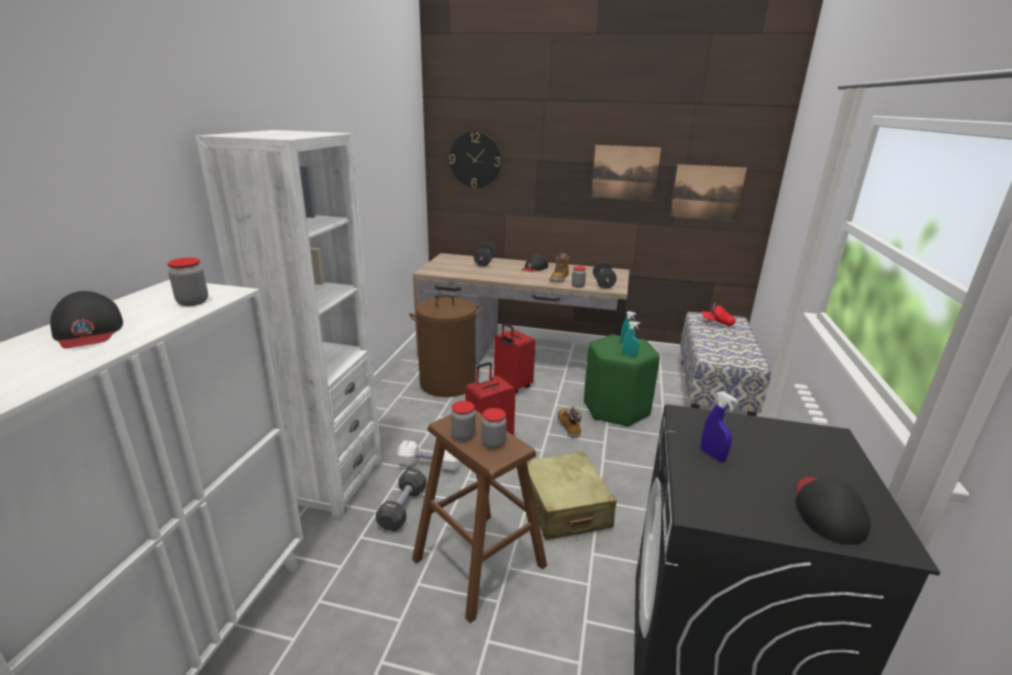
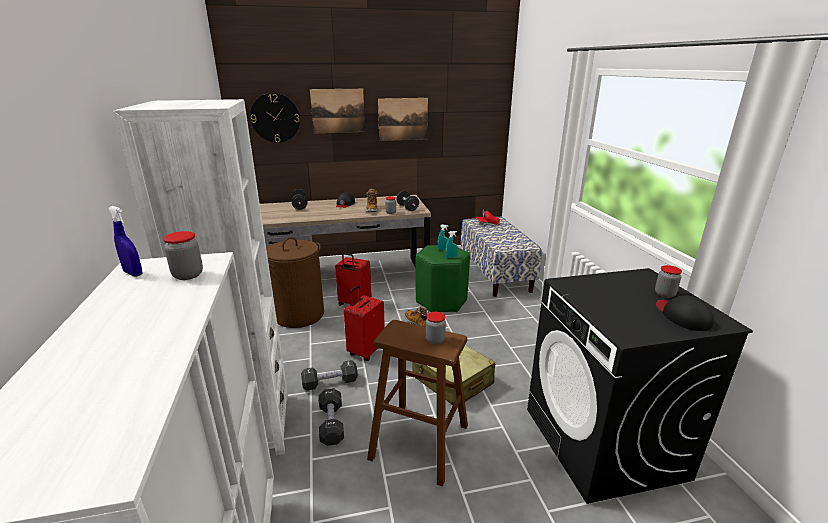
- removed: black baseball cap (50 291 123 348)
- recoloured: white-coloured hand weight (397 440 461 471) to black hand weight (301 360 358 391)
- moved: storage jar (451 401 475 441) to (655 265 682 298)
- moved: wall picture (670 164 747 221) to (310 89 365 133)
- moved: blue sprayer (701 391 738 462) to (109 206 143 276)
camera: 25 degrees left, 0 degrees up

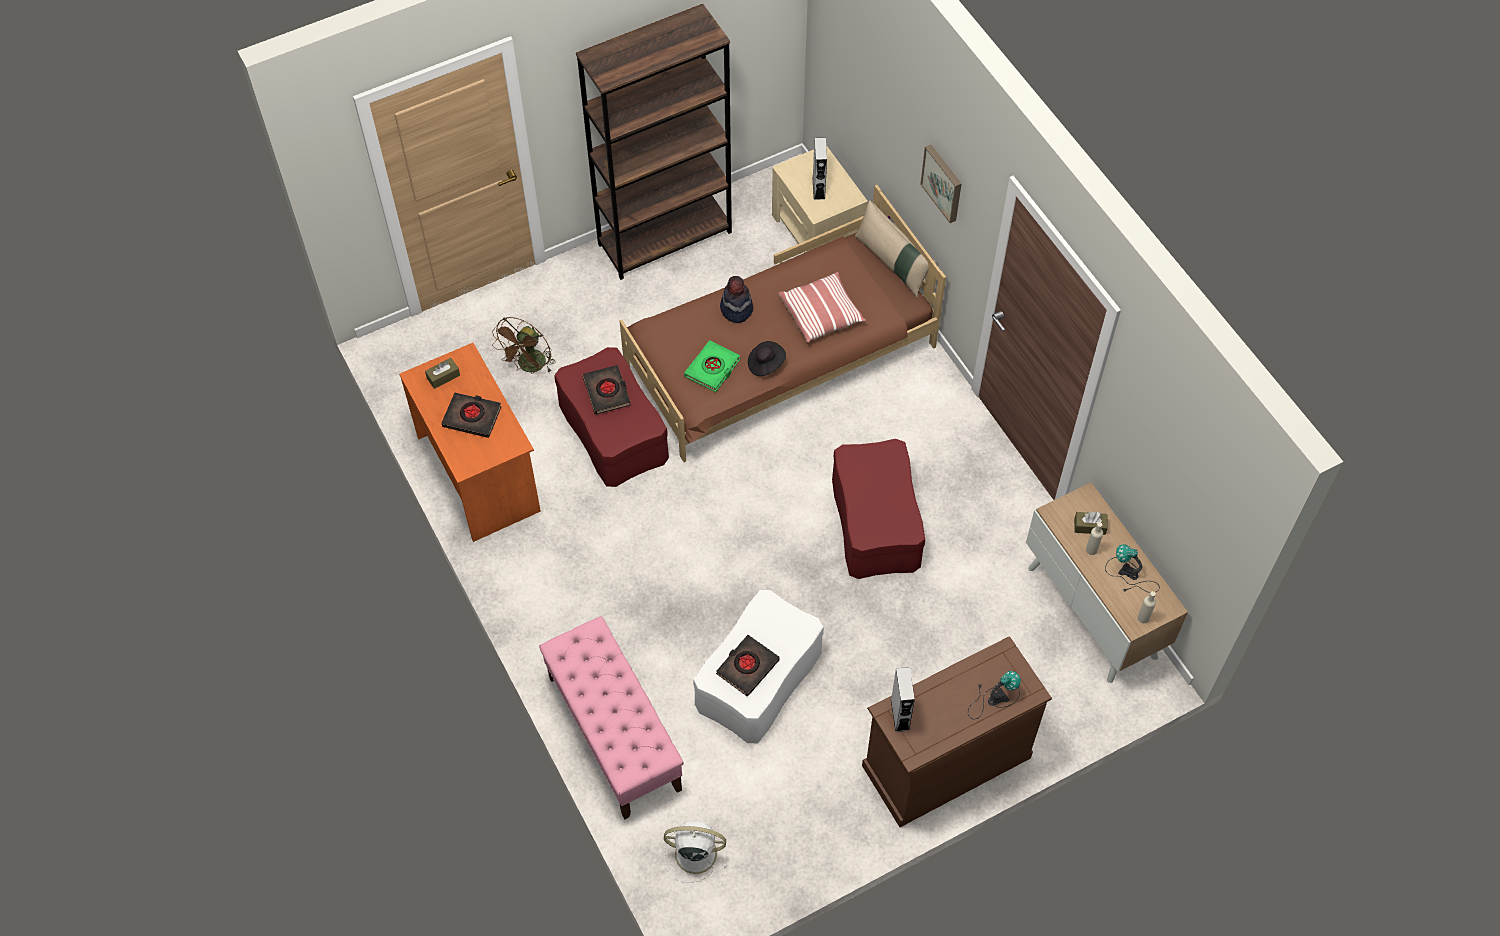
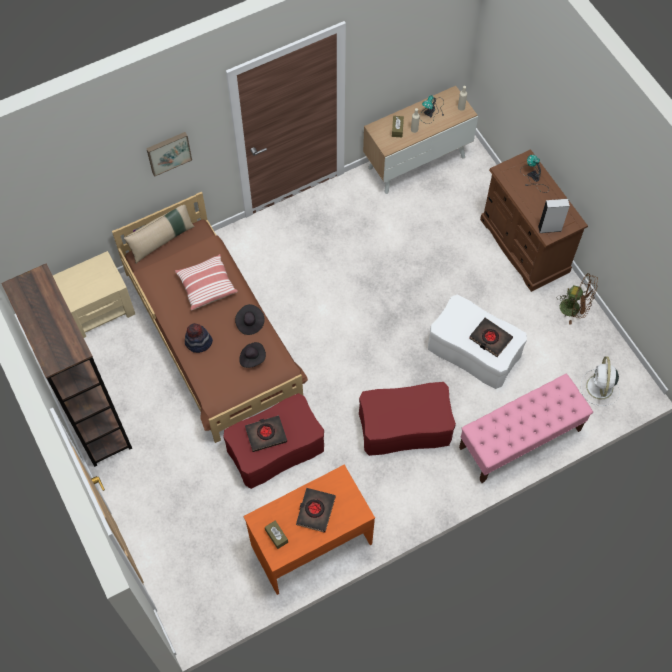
- moved: brown cooling fan (492 317 556 374) to (557 273 598 325)
- replaced: green volume (684 340 740 392) to black hat (239 342 266 368)
- removed: grey audio speaker (812 138 827 200)
- moved: red-coloured pouffe (832 439 925 579) to (359 382 456 456)
camera: 90 degrees left, 5 degrees up

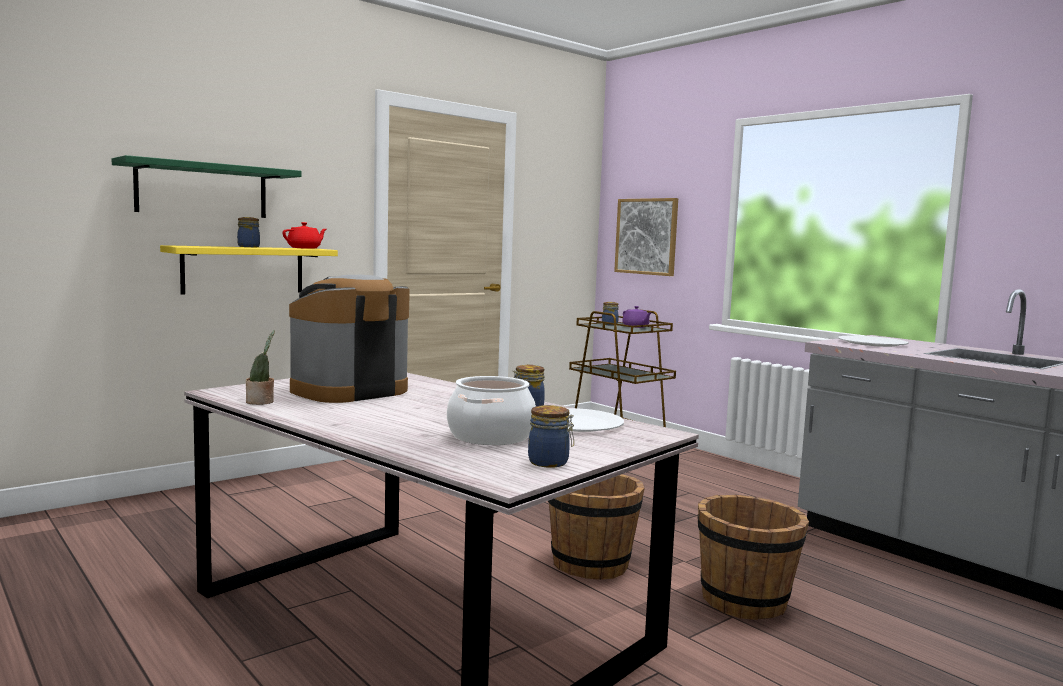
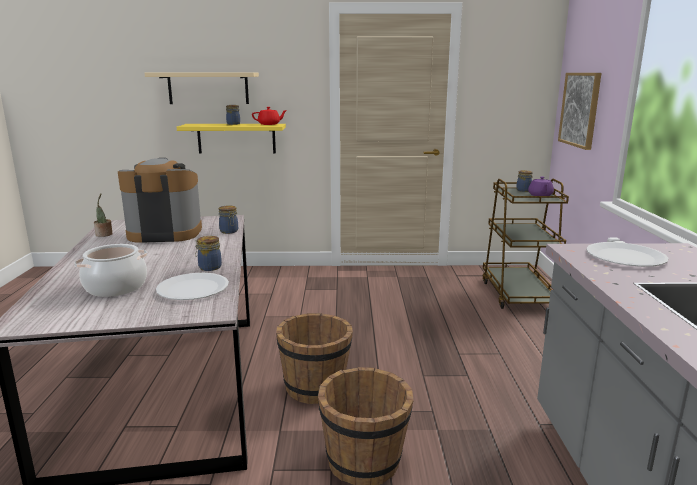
- recoloured: green shelf (112 155 301 218) to beige-coloured shelf (144 73 259 104)
- moved: storage jar (528 405 574 468) to (219 205 238 234)
camera: 40 degrees right, 10 degrees up

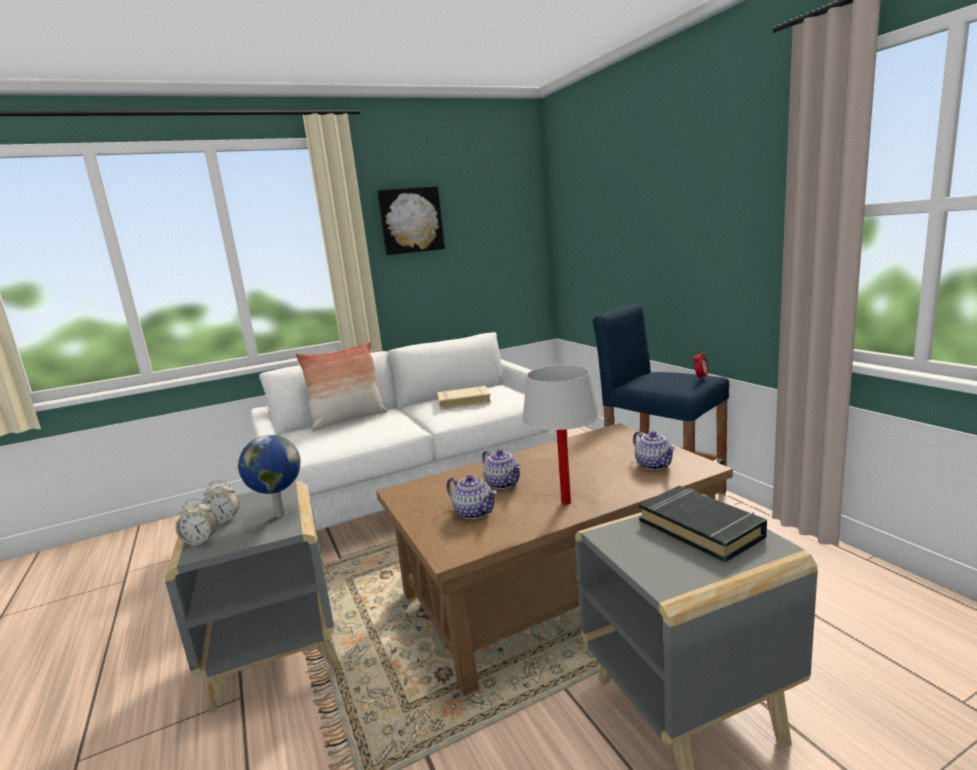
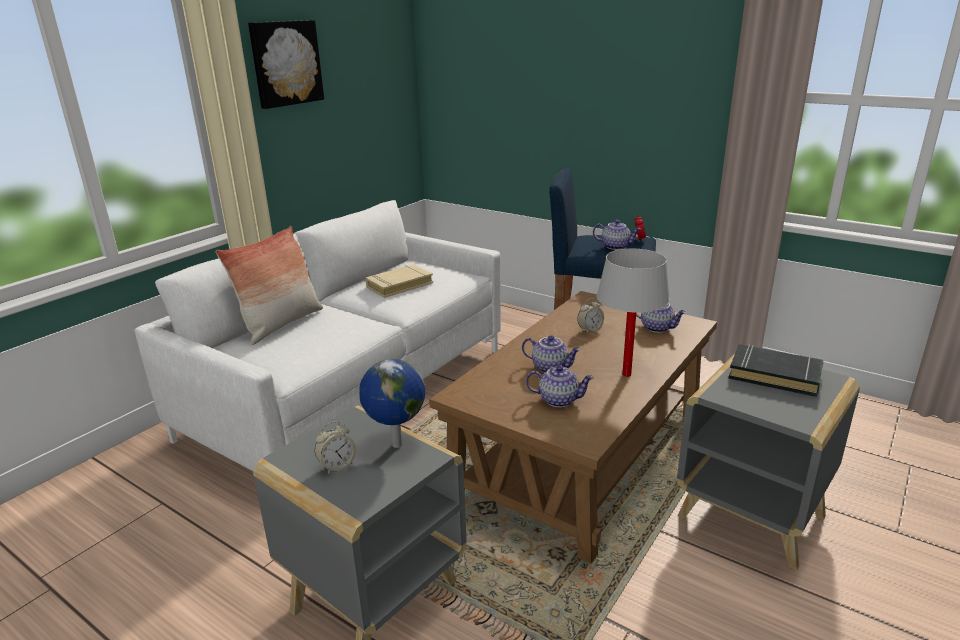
- moved: table clock (175 498 218 546) to (577 298 604 334)
- added: pot for tea (593 220 641 250)
camera: 30 degrees left, 10 degrees up

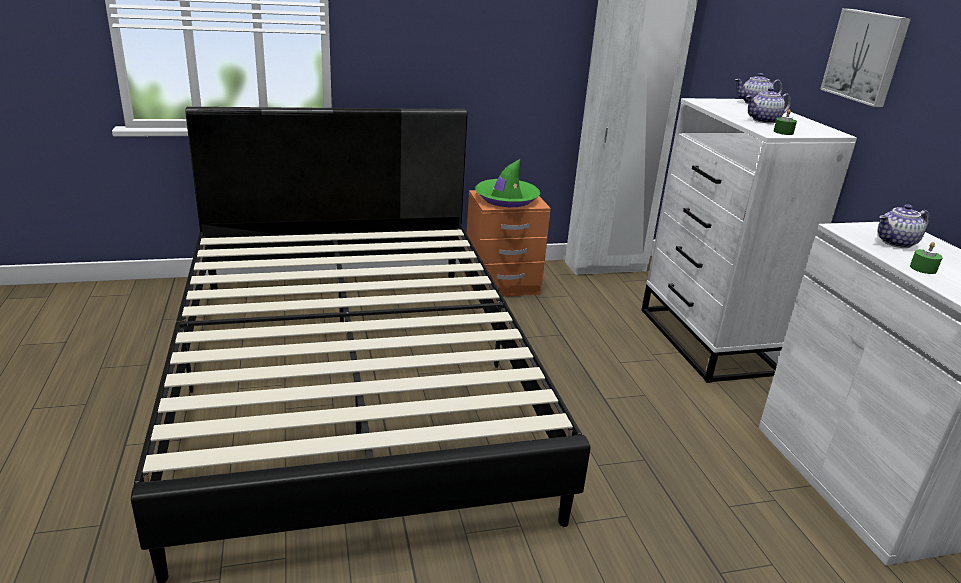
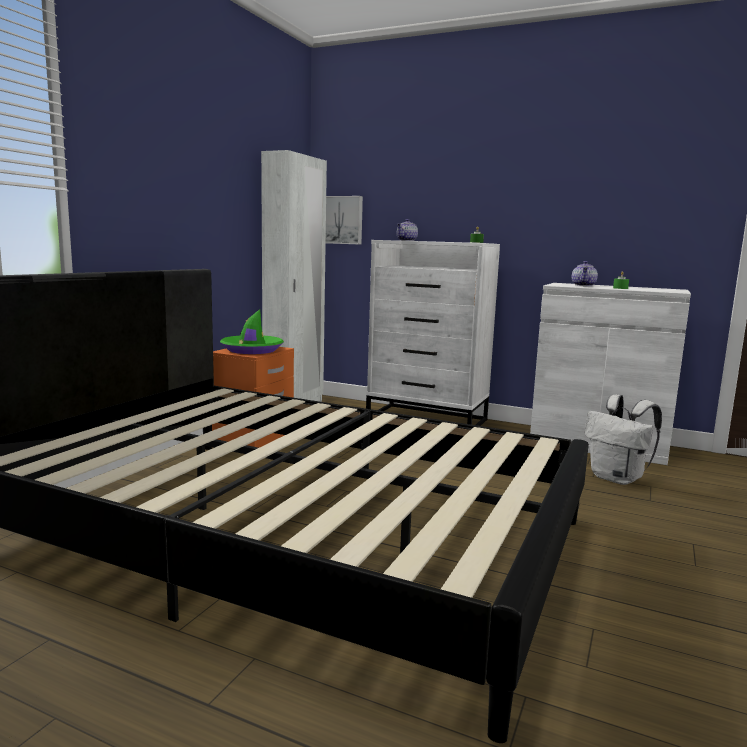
- removed: pot for tea (746 87 791 123)
- moved: wall picture (820 8 911 107) to (326 196 363 245)
- added: white-coloured rucksack (584 394 662 485)
camera: 50 degrees left, 15 degrees down

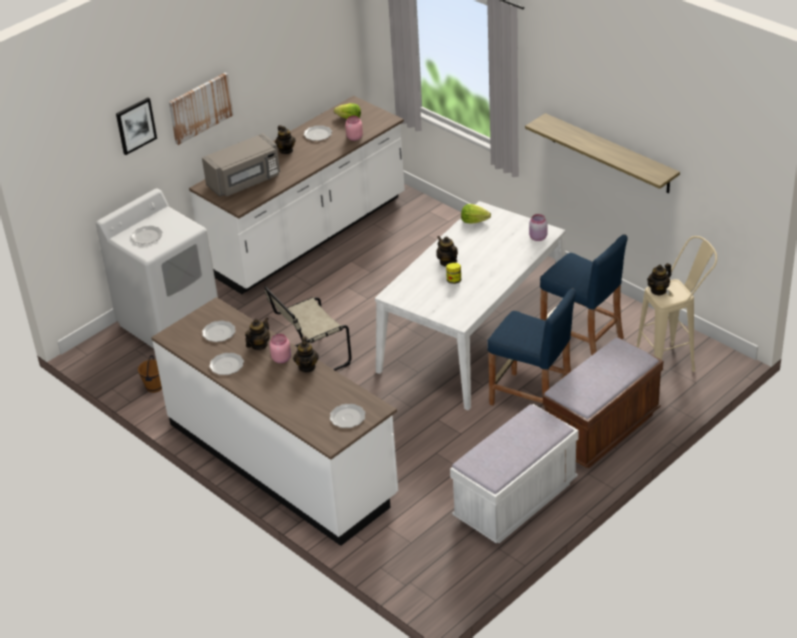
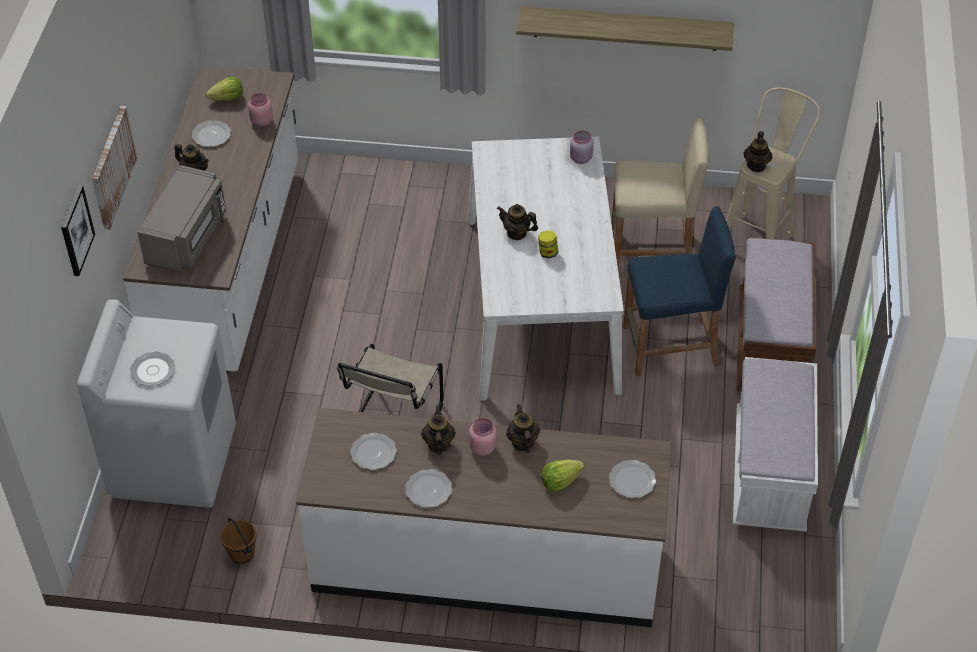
- turned: pot for tea (293 337 319 372) = (506 404 540 453) 150 degrees counterclockwise
- moved: lettuce (461 204 491 224) to (542 460 584 492)
- recoloured: blue stool seat (540 234 628 355) to beige-coloured stool seat (612 117 708 267)
camera: 40 degrees left, 10 degrees up

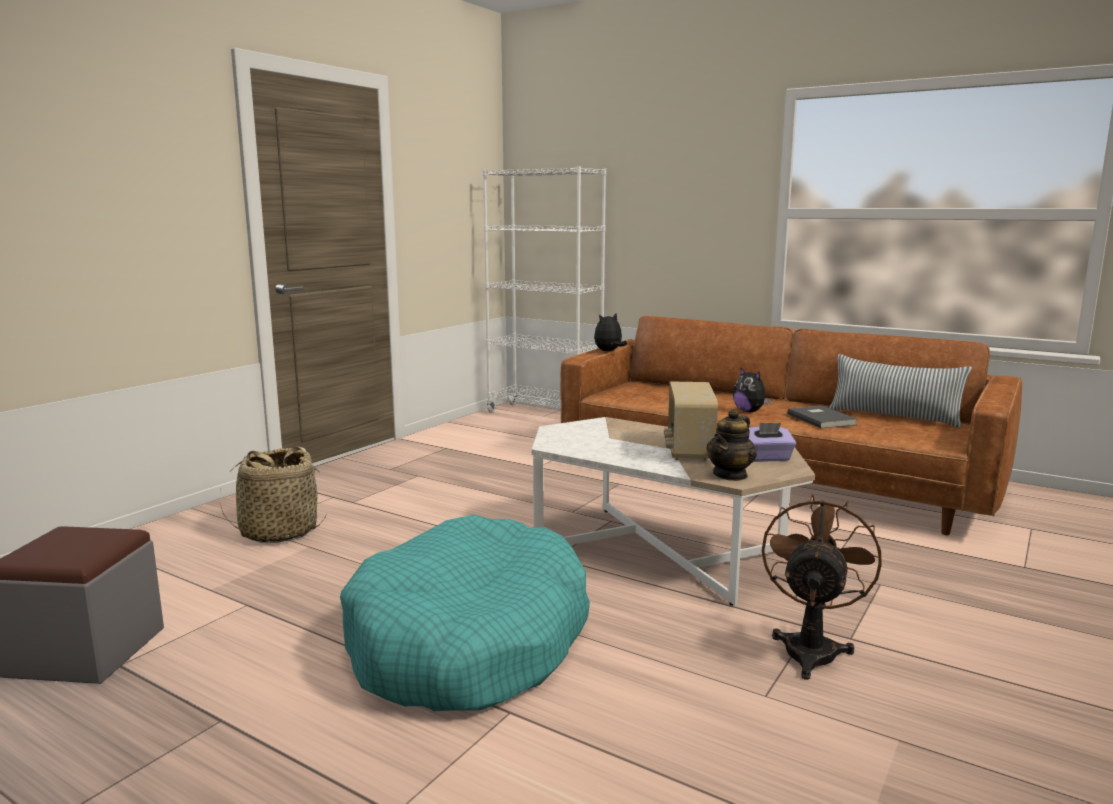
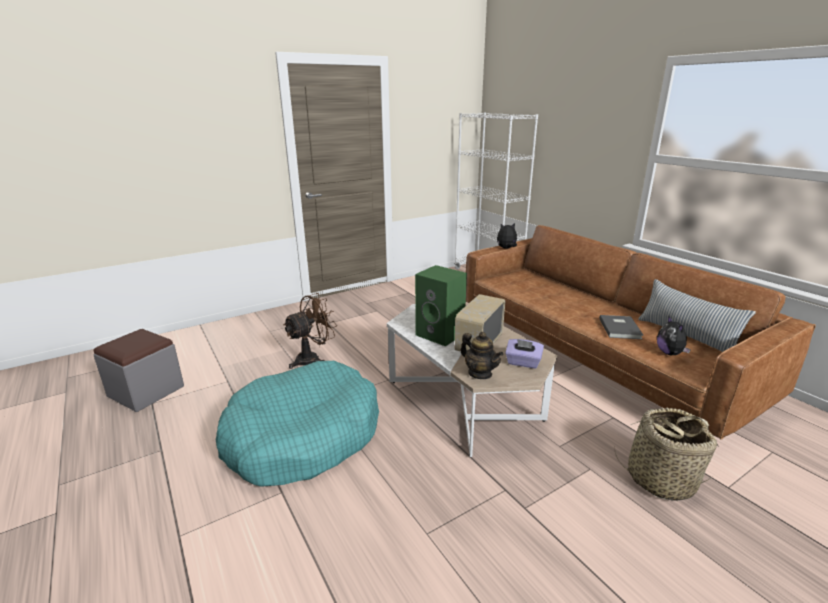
- moved: storage basket (220 446 327 543) to (614 408 719 501)
- turned: pot for tea (707 409 757 481) = (461 332 504 379) 105 degrees counterclockwise
- moved: cuddly toy (733 367 771 412) to (657 316 691 355)
- moved: brown cooling fan (762 494 882 680) to (283 293 337 369)
- added: green audio speaker (415 265 467 346)
camera: 25 degrees right, 10 degrees up

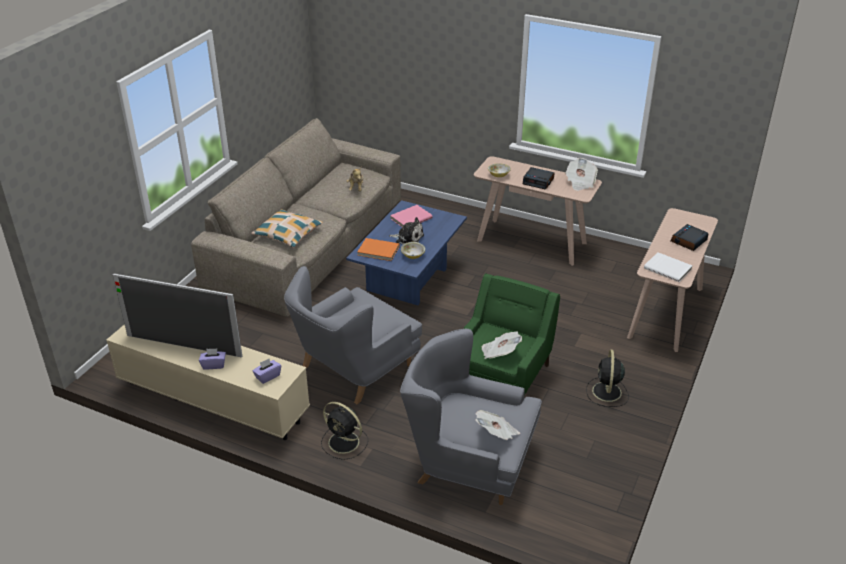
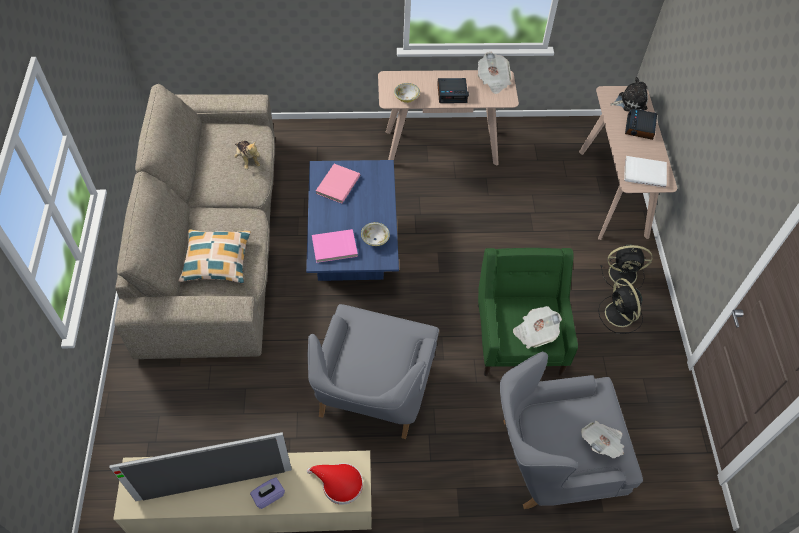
- replaced: purple tissue holder (252 358 281 384) to red-coloured hat (307 463 363 505)
- moved: black cooling fan (321 402 368 460) to (601 245 652 289)
- recoloured: orange volume (357 238 400 261) to pinkish volume (312 229 358 263)
- moved: cuddly toy (389 217 424 245) to (610 77 648 111)
camera: 30 degrees left, 20 degrees up

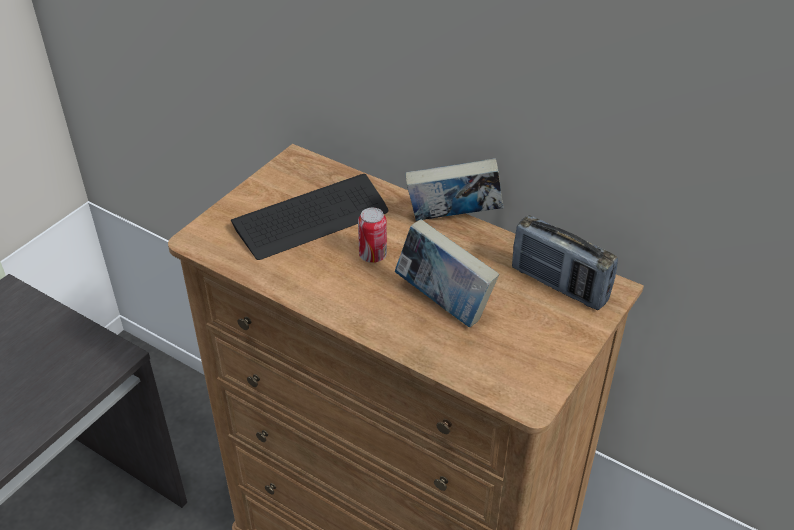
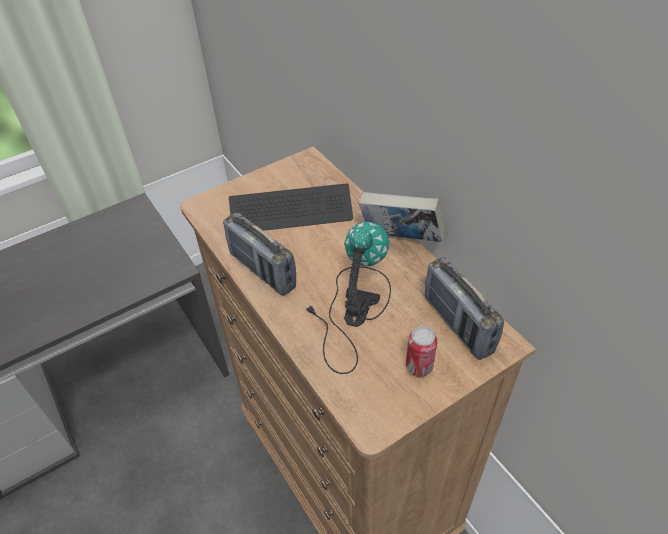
- moved: metal can (358 208 387 263) to (406 326 437 377)
- replaced: volume (394 219 499 327) to tabletop lamp (305 221 391 374)
- added: radio set (223 212 296 296)
camera: 25 degrees right, 5 degrees up

